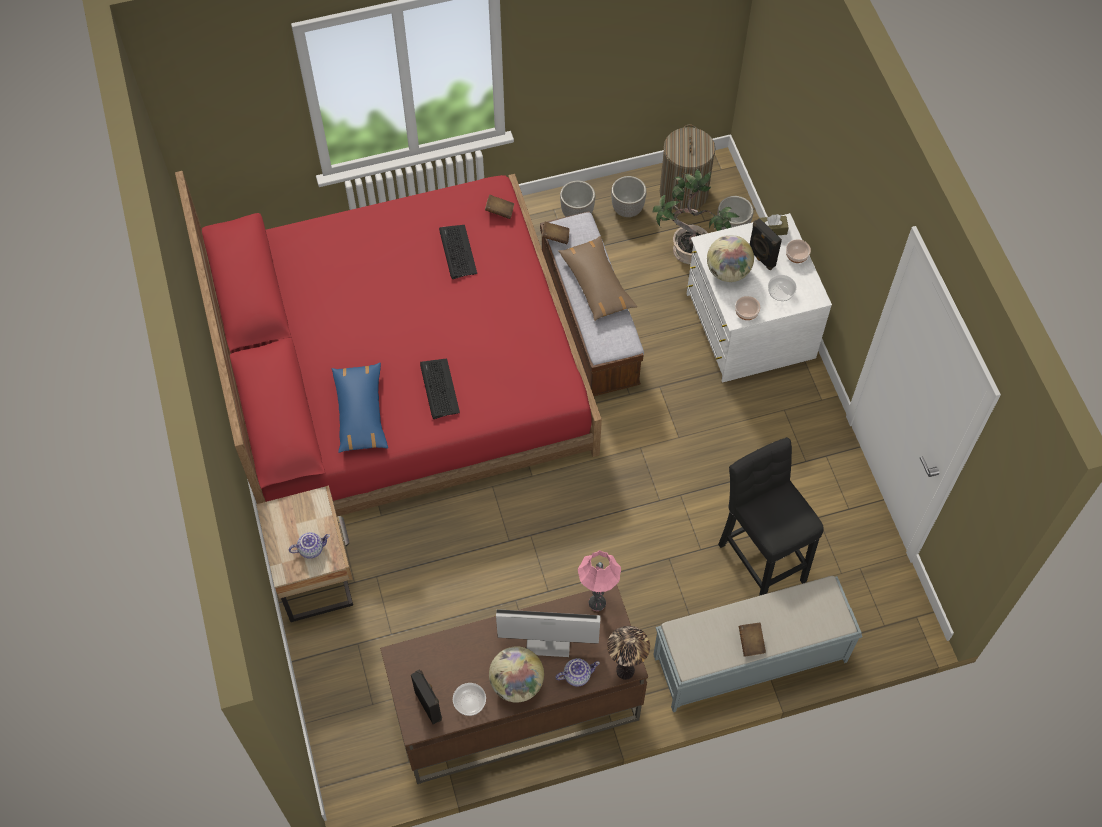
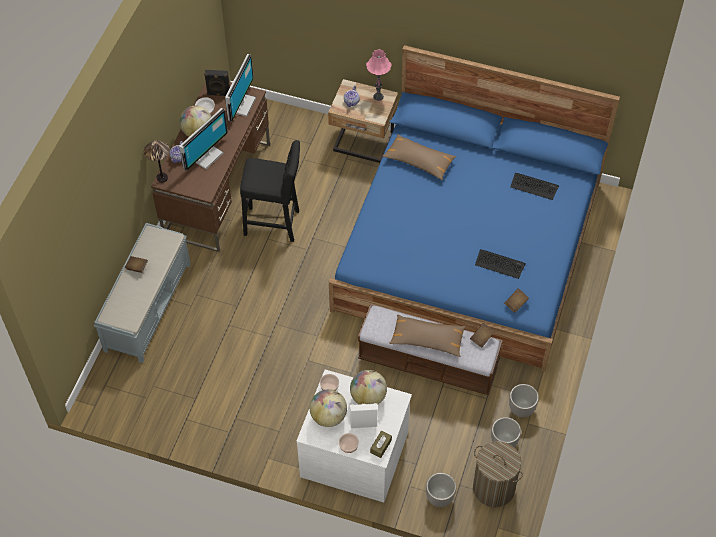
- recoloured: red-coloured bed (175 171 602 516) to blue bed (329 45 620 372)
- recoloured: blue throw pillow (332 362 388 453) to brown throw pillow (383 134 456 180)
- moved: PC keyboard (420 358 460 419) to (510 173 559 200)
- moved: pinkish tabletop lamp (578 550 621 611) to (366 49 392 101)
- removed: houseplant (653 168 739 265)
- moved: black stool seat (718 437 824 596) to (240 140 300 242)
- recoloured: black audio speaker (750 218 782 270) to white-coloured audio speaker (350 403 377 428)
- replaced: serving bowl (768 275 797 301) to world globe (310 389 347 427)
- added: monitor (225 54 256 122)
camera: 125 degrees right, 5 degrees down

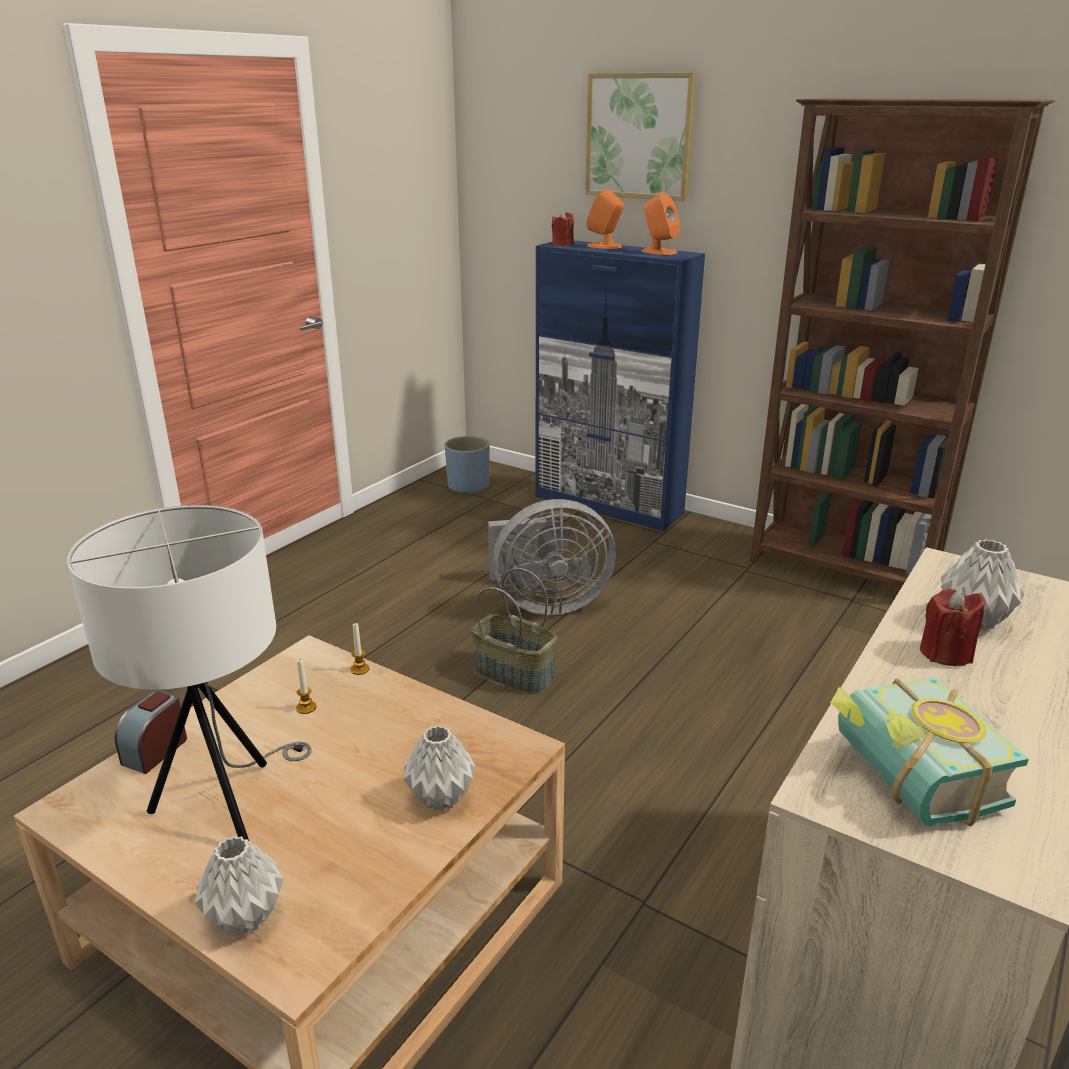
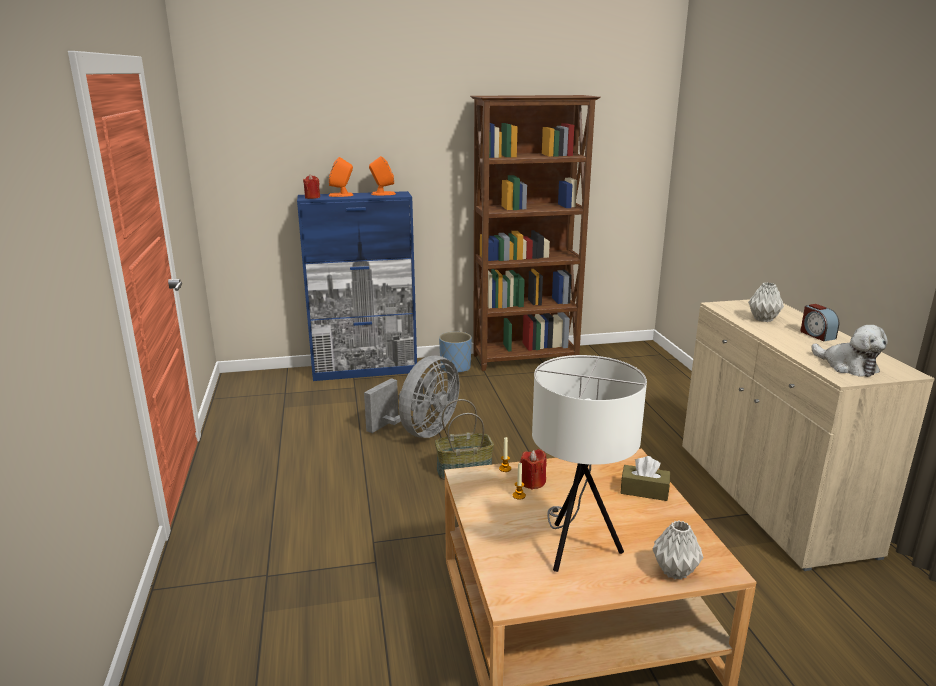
- moved: table clock (115 690 187 774) to (800 304 839 341)
- replaced: grey vase (403 725 476 811) to brown tissue holder (621 456 670 501)
- moved: blue planter (445 436 490 495) to (439 331 472 372)
- removed: wall picture (585 72 697 201)
- replaced: volume (830 677 1029 827) to cuddly toy (811 325 888 377)
- moved: red-coloured wax candle (920 589 985 666) to (519 449 546 490)
camera: 45 degrees left, 5 degrees down

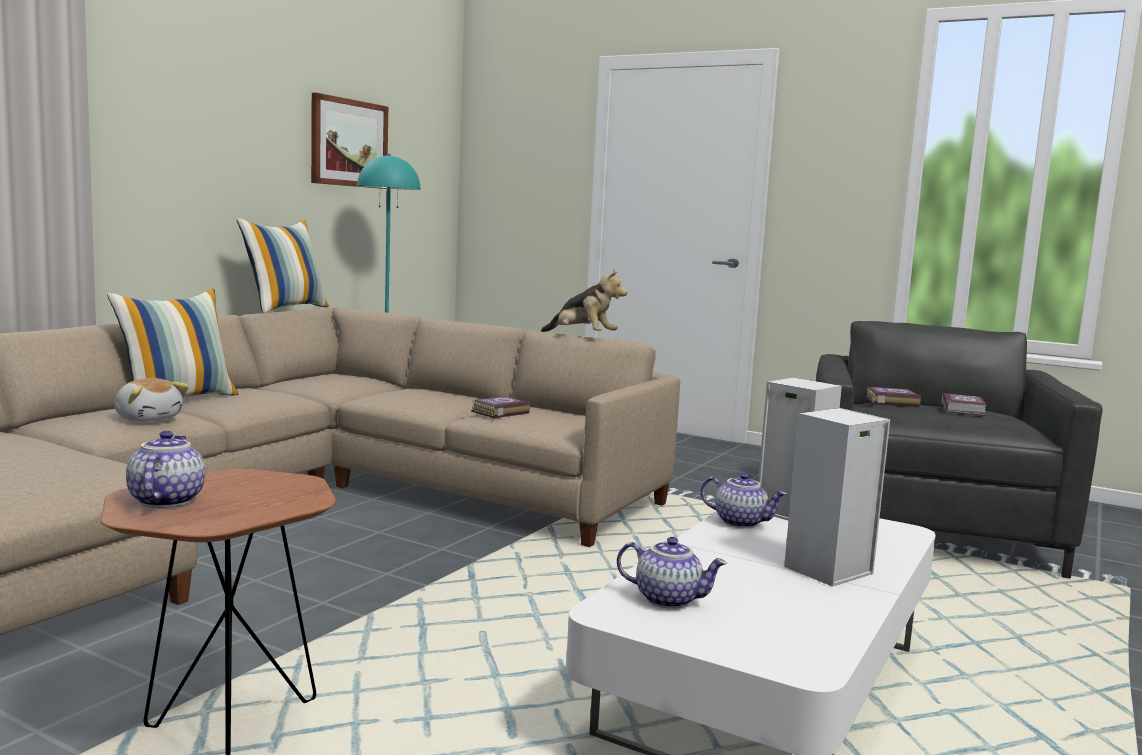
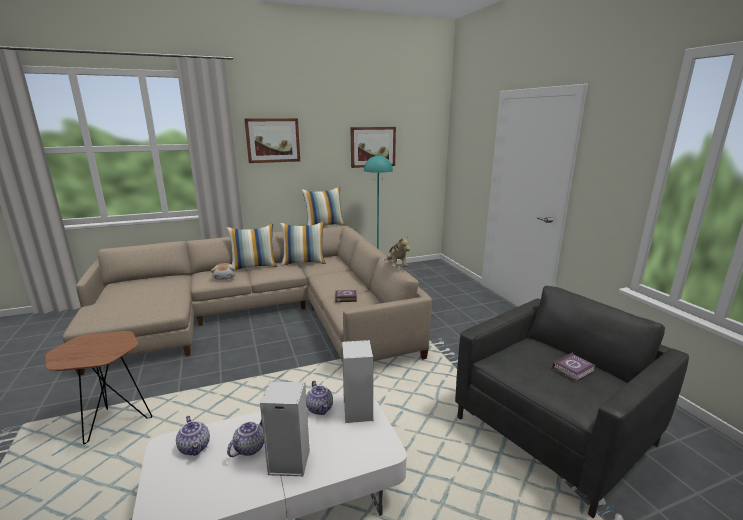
- moved: pot for tea (126 431 205 508) to (227 418 264 457)
- removed: volume (865 387 921 407)
- added: wall picture (244 118 300 163)
- added: throw pillow (280 222 326 266)
camera: 40 degrees right, 10 degrees up

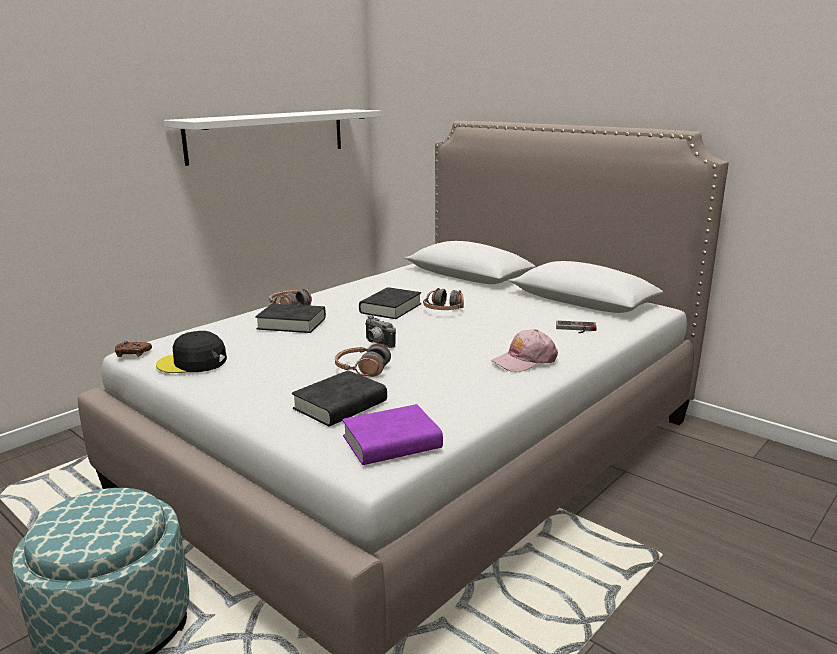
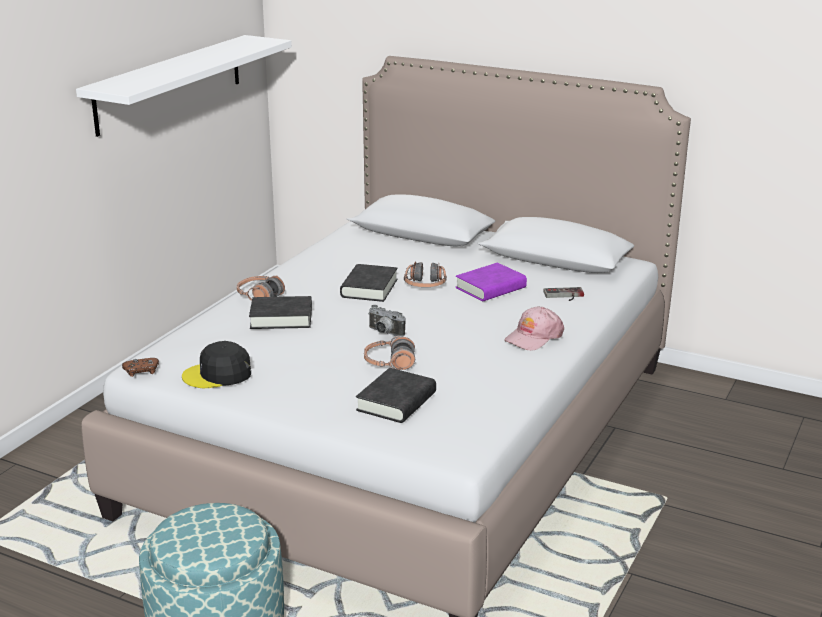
- moved: purple volume (342 404 443 465) to (456 263 527 301)
camera: 15 degrees left, 5 degrees up

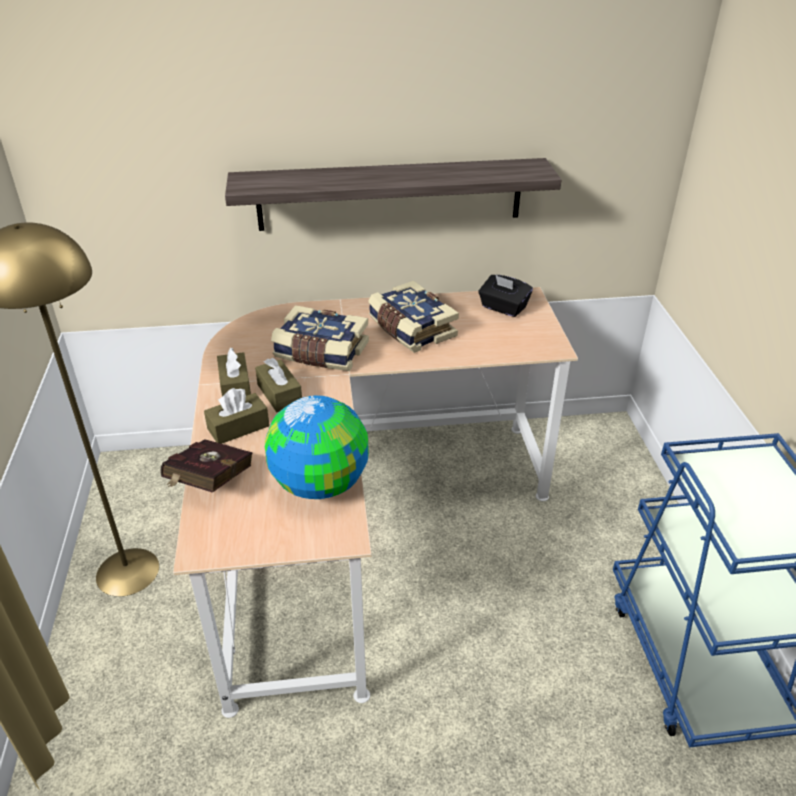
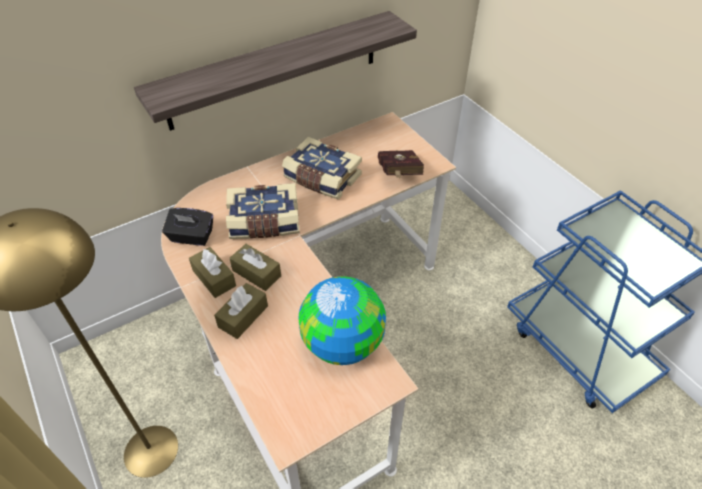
- moved: red-coloured volume (160 439 253 492) to (378 150 424 178)
- moved: black tissue holder (478 275 533 317) to (162 208 213 246)
camera: 25 degrees left, 10 degrees up

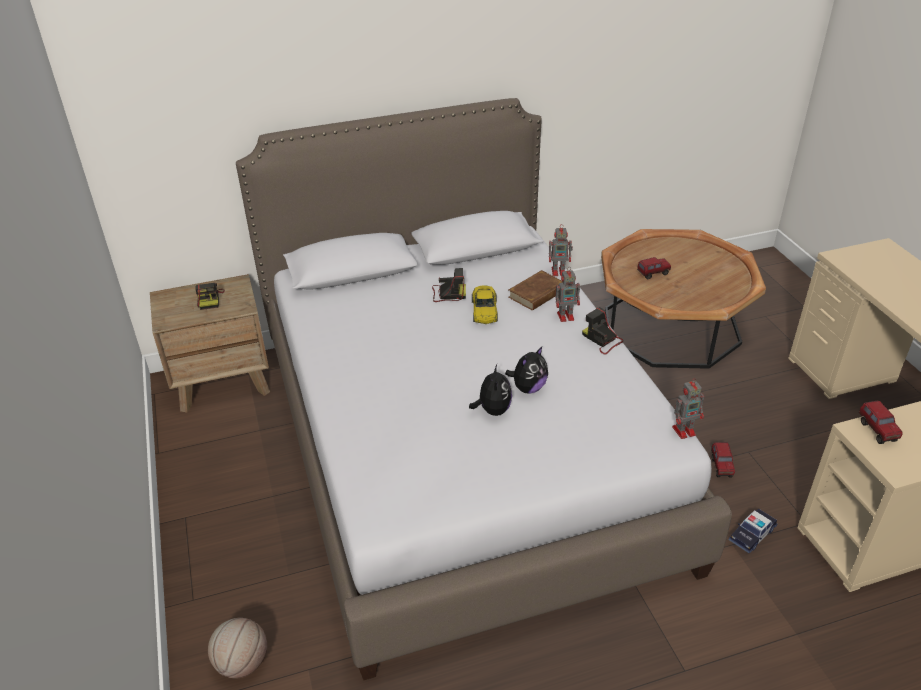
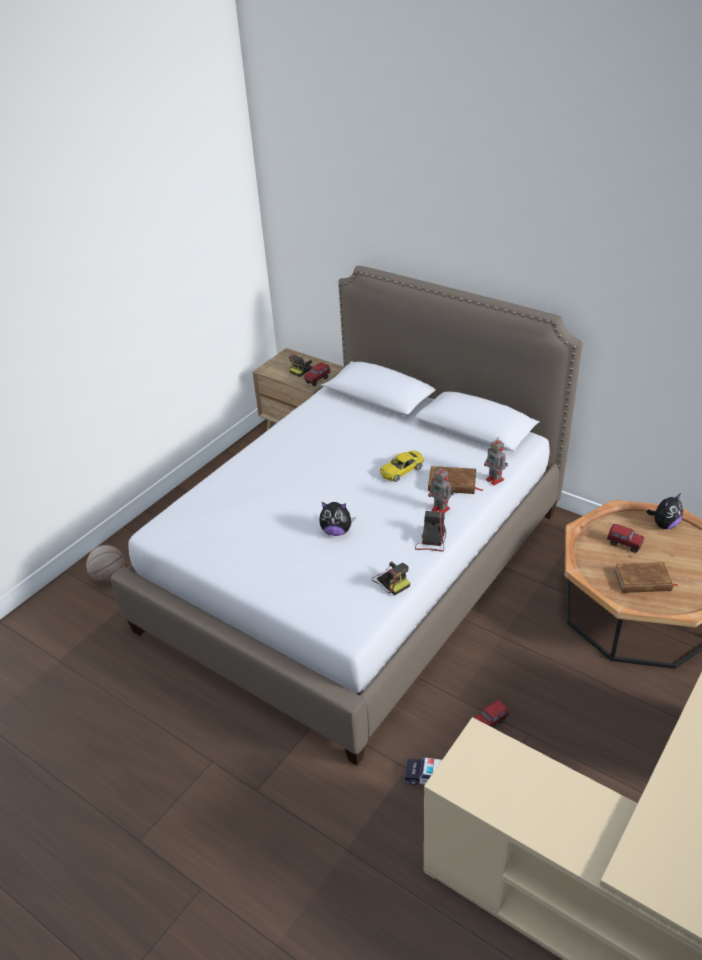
- moved: still camera (432 268 466 302) to (372 561 410 595)
- moved: cuddly toy (469 364 512 416) to (646 493 683 529)
- removed: model robot (672 378 704 439)
- moved: toy truck (859 401 903 444) to (304 362 330 386)
- added: brown volume (615 562 678 593)
camera: 55 degrees right, 0 degrees up

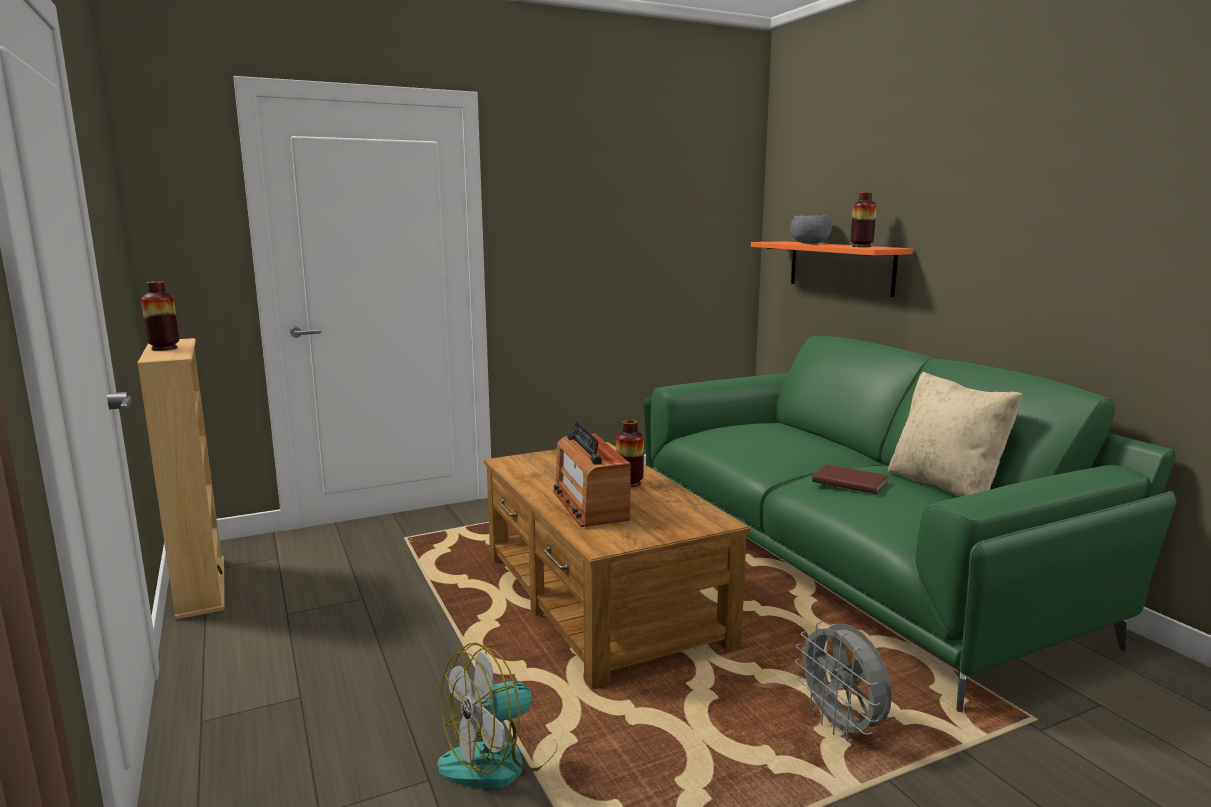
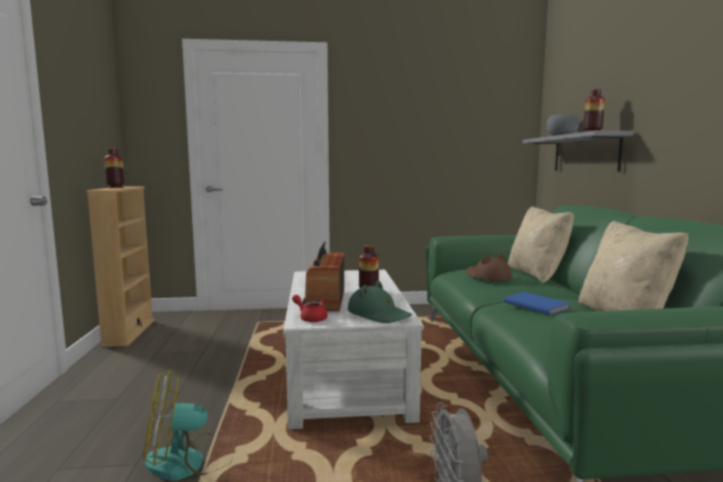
- recoloured: brown lounge table (484 442 751 688) to white-coloured lounge table (283 270 424 429)
- recoloured: orange shelf (751 241 913 297) to grey shelf (523 131 634 172)
- recoloured: brown volume (812 464 888 494) to blue volume (504 292 570 315)
- added: red-coloured pot for tea (292 295 328 322)
- added: green hat (348 280 412 323)
- added: brown hat (466 253 512 281)
- added: beige-coloured throw pillow (508 206 574 283)
camera: 20 degrees right, 5 degrees down

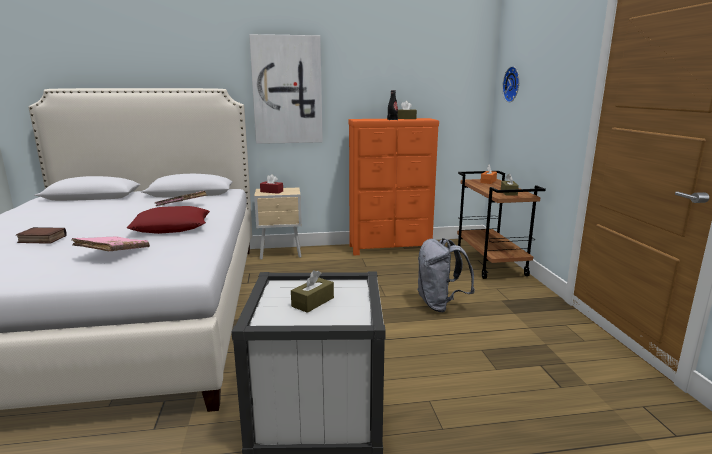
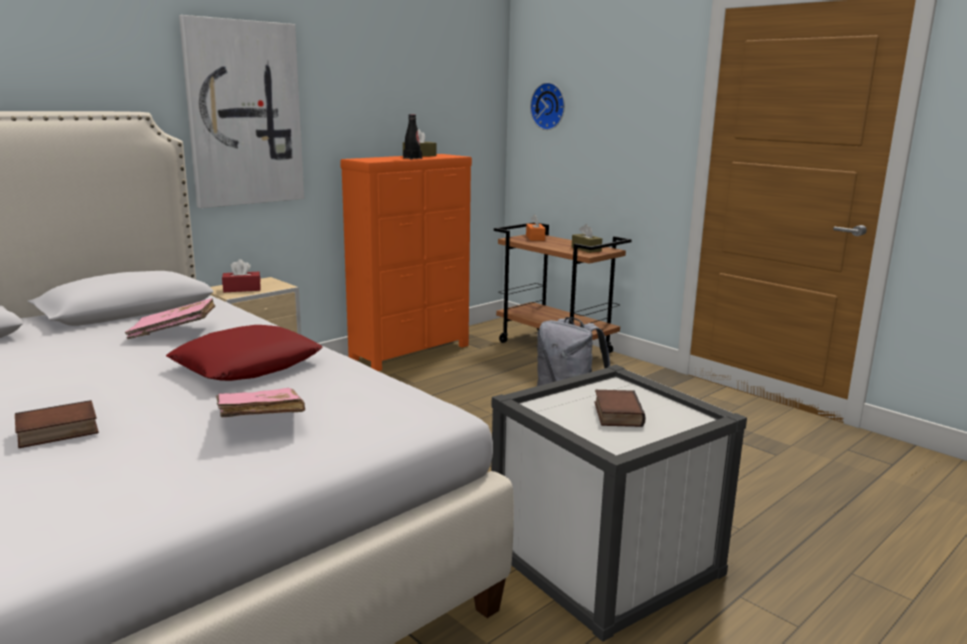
- replaced: brown tissue holder (291 270 334 313) to volume (594 390 646 427)
camera: 35 degrees left, 0 degrees up

